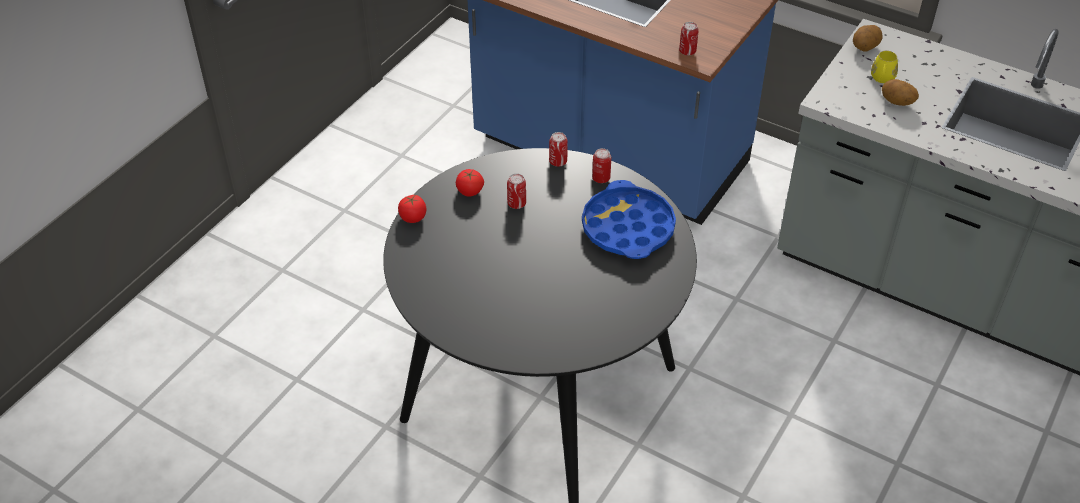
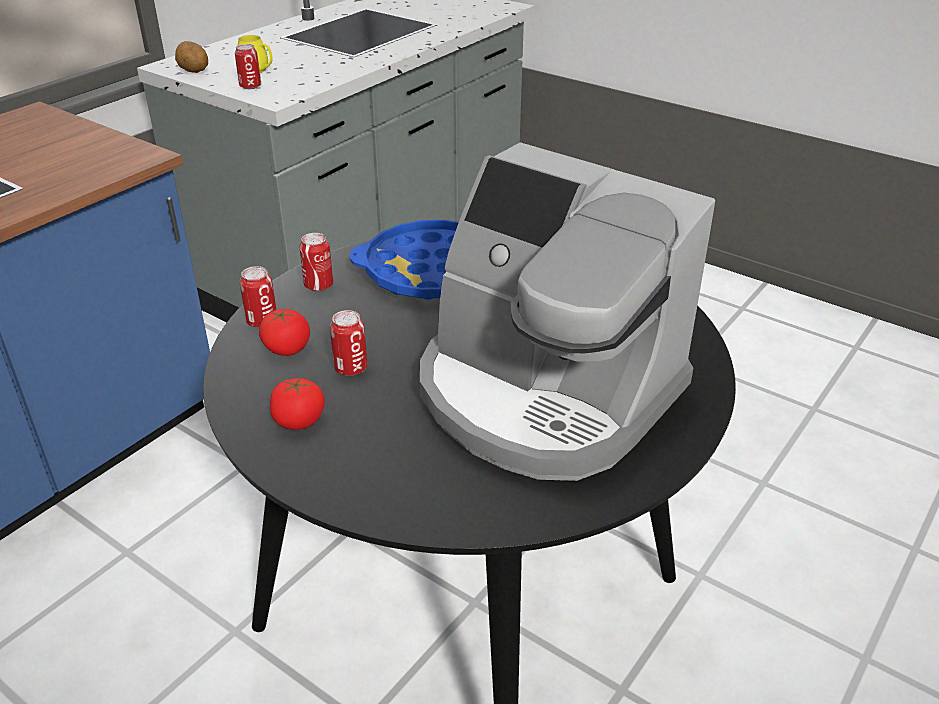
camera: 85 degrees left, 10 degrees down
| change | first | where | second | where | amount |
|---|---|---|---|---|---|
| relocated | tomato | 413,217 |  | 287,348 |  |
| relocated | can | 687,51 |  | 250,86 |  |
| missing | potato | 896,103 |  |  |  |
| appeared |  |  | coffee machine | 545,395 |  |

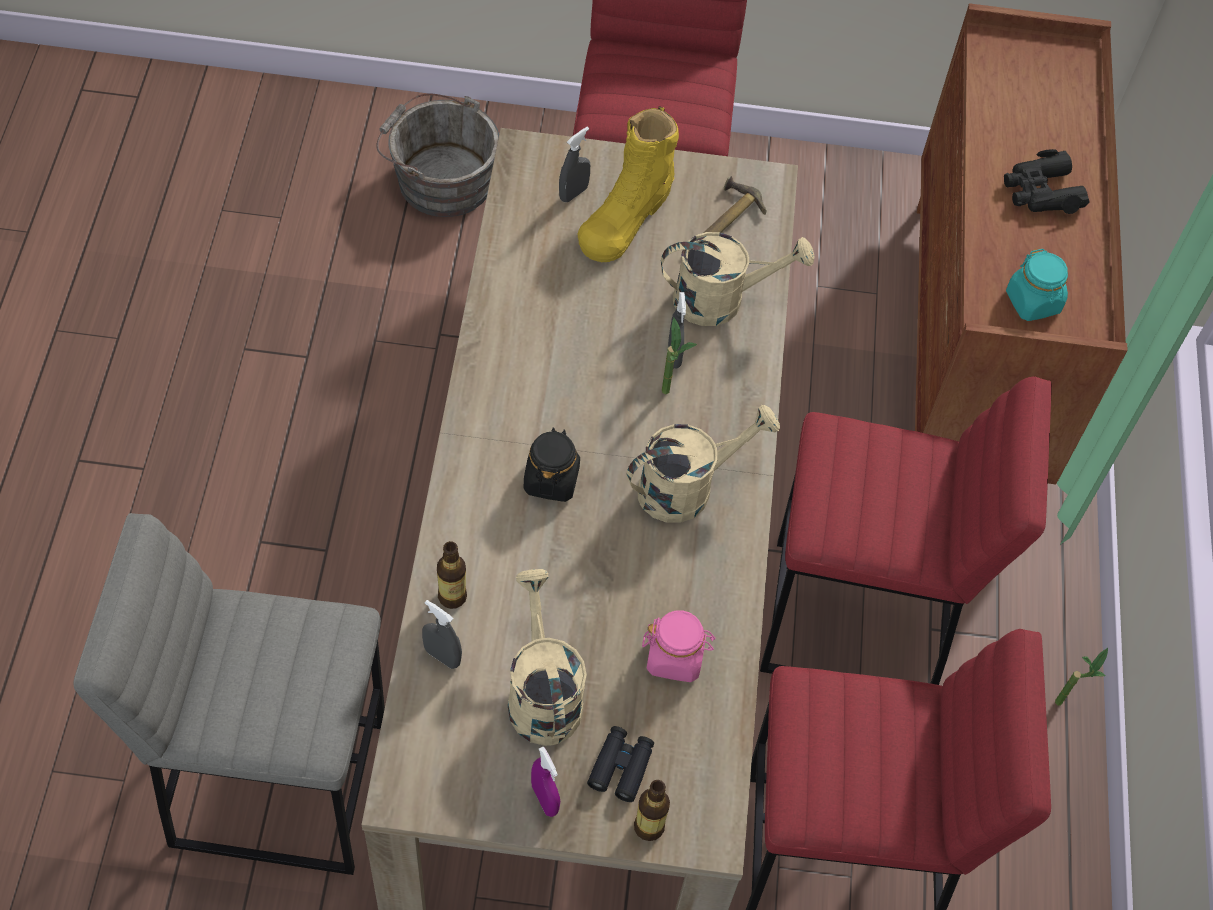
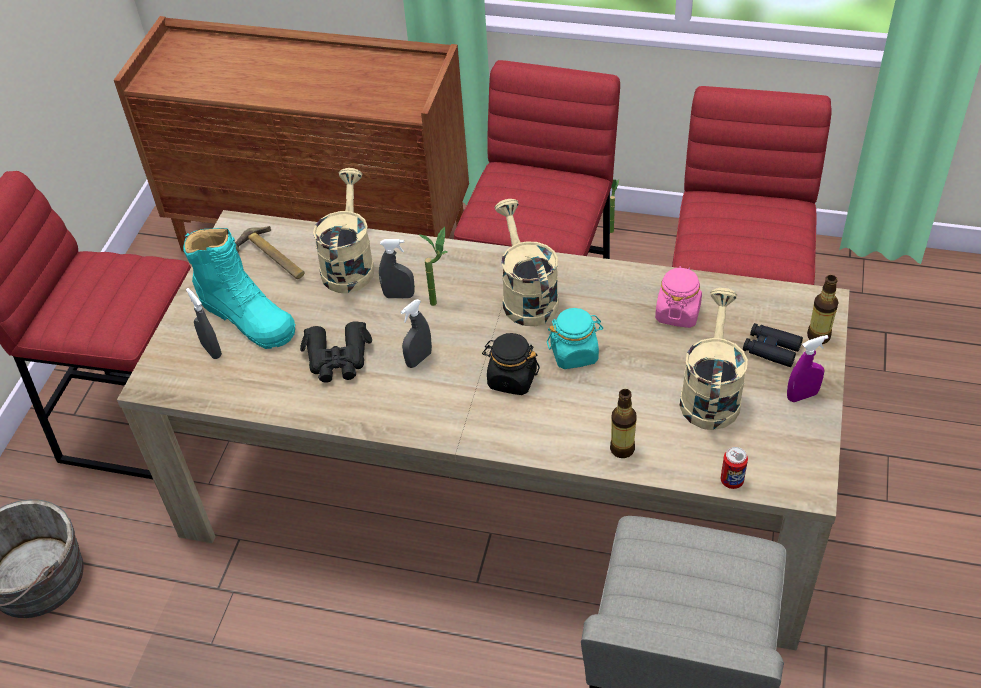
camera: 75 degrees left, 10 degrees down
| change | first | where | second | where | amount |
|---|---|---|---|---|---|
| relocated | grey spray bottle | 442,656 |  | 419,359 |  |
| spun | beige watering can | 542,692 |  | 710,393 | 105 degrees clockwise |
| colour | yellow boot | 626,216 | turquoise boot | 247,317 |  |
| relocated | black binoculars | 1041,192 |  | 338,359 |  |
| relocated | turquoise jar | 1033,302 |  | 574,353 |  |
| appeared |  |  | can | 732,481 |  |

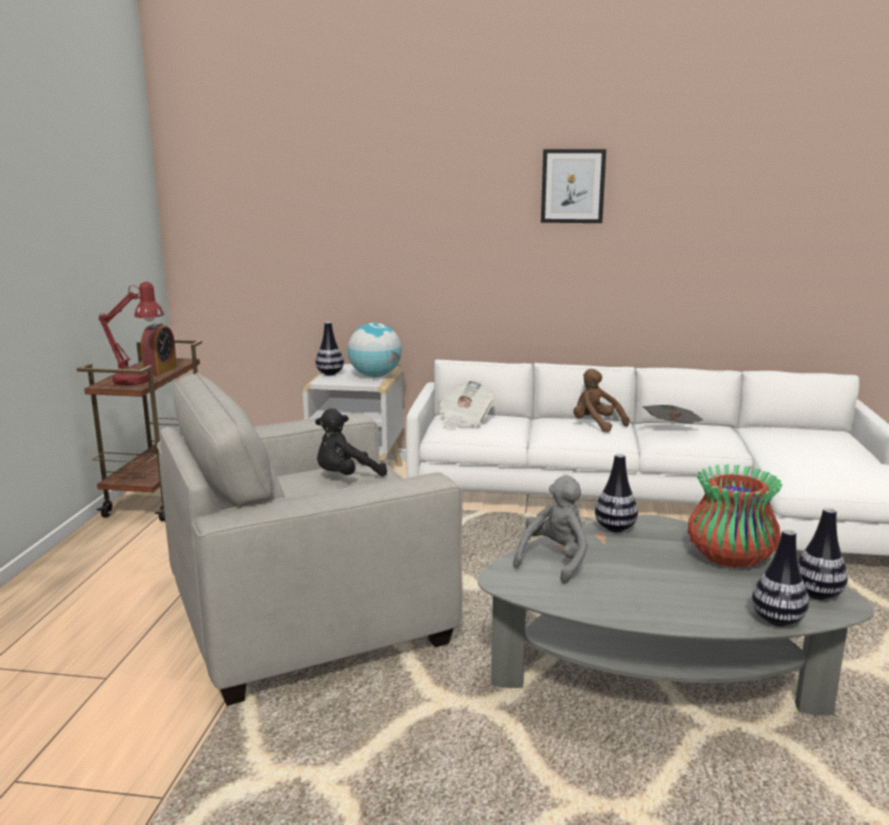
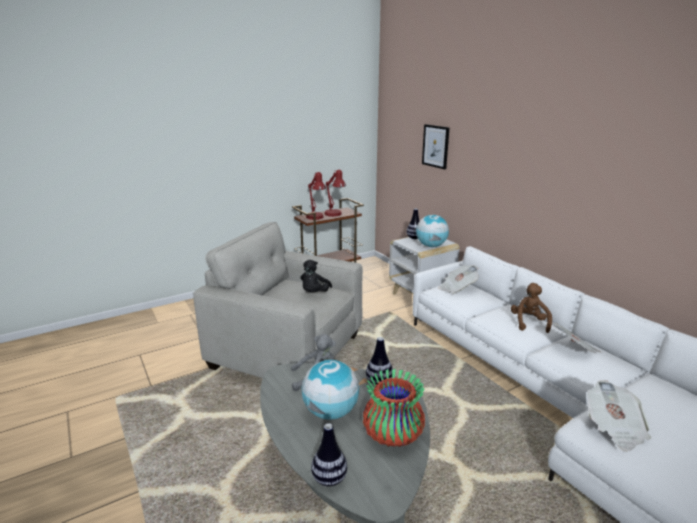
camera: 50 degrees right, 5 degrees up
| change | first | where | second | where | amount |
|---|---|---|---|---|---|
| exchanged | alarm clock | 160,370 | red table lamp | 335,215 |  |
| spun | black plush toy | 346,477 |  | 314,293 | 90 degrees counterclockwise |
| relocated | picture | 573,186 |  | 435,146 |  |
| missing | vase | 817,594 |  |  |  |
| appeared |  |  | globe | 330,412 |  |
| appeared |  |  | newspaper | 614,428 |  |

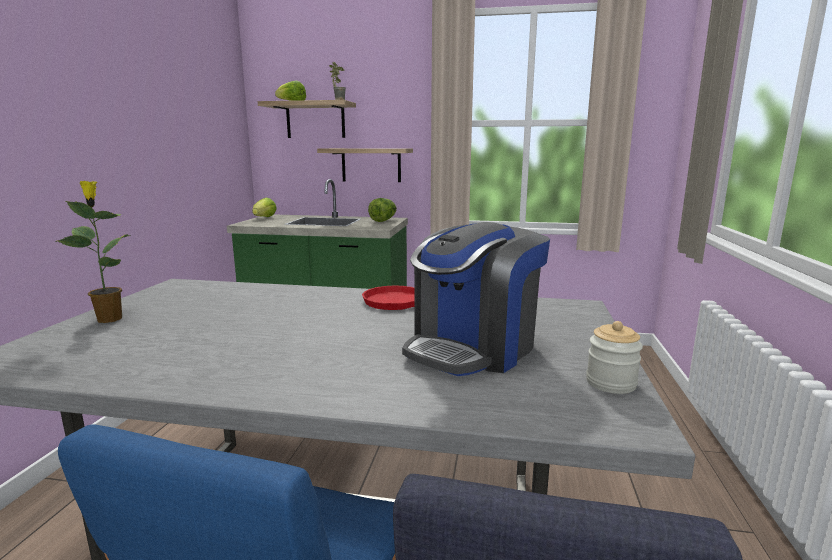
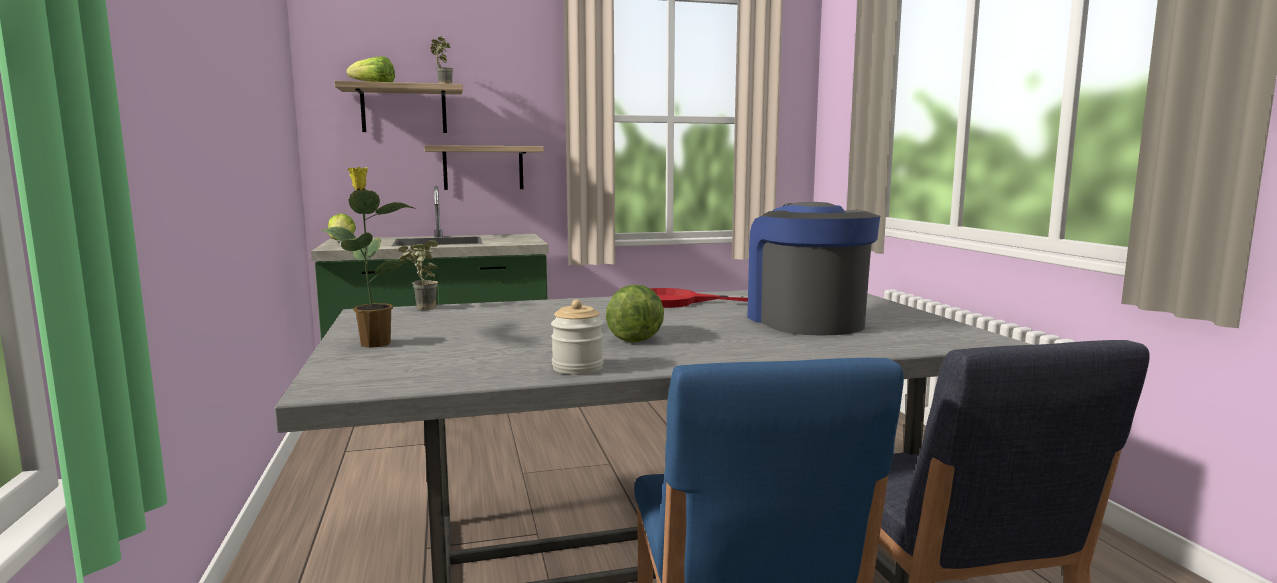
camera: 25 degrees left, 5 degrees down
| change | first | where | second | where | amount |
|---|---|---|---|---|---|
| relocated | lettuce | 383,220 |  | 635,337 |  |
| spun | coffee machine | 473,348 |  | 804,320 | 150 degrees clockwise |
| relocated | jar | 611,383 |  | 577,368 |  |
| appeared |  |  | potted plant | 421,309 |  |

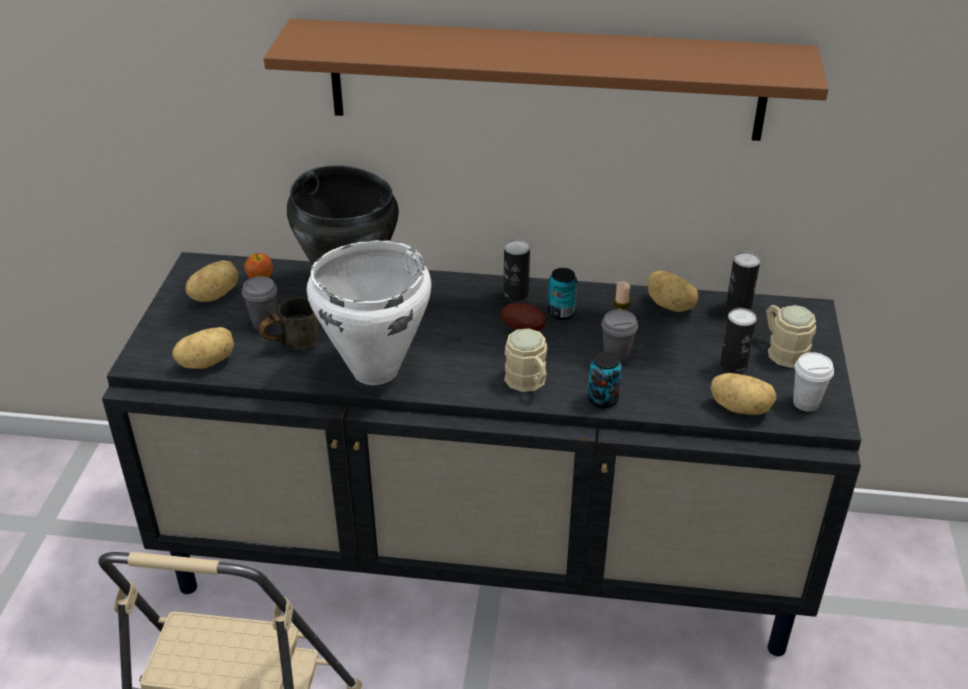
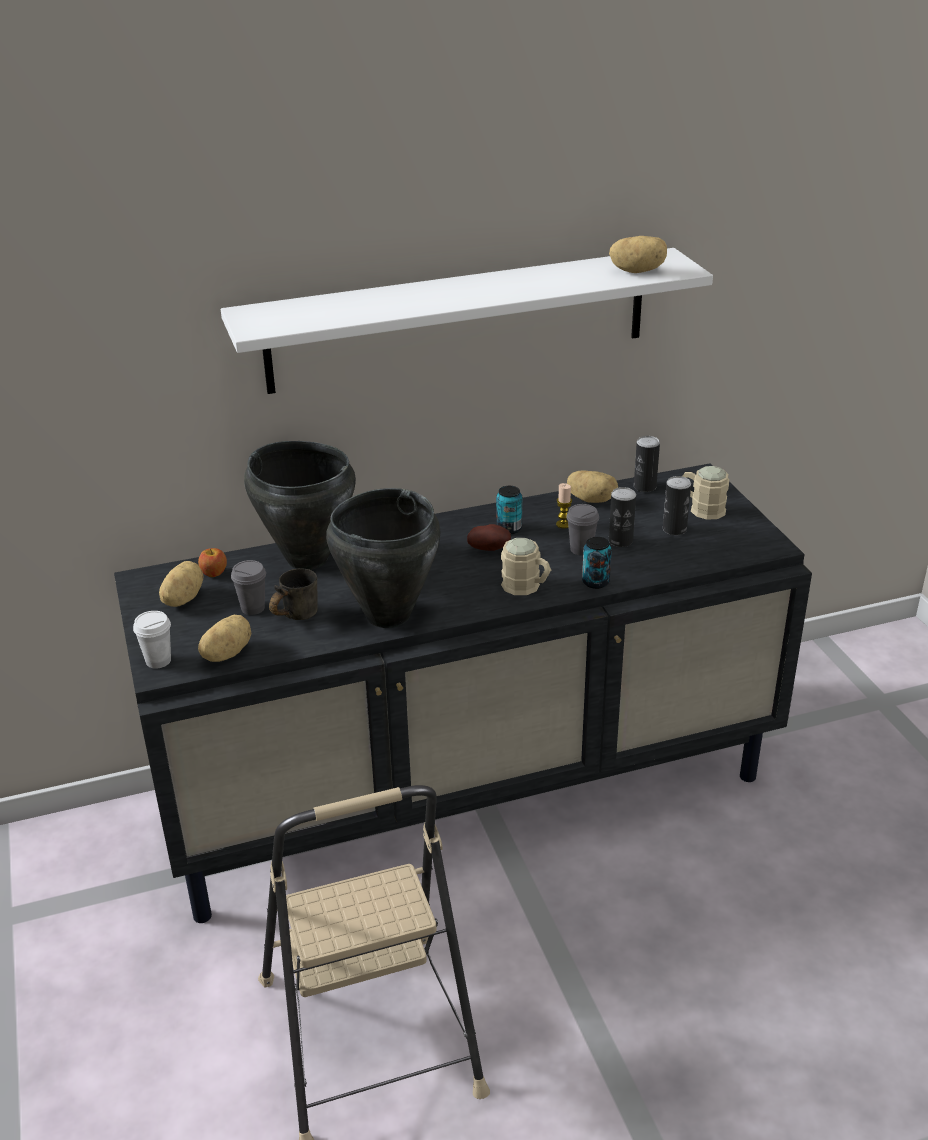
camera: 25 degrees left, 5 degrees down
| change | first | where | second | where | amount |
|---|---|---|---|---|---|
| colour | brown shelf | 545,80 | white shelf | 459,320 |  |
| colour | white cooking pot | 374,370 | black cooking pot | 387,615 |  |
| relocated | can | 516,294 |  | 620,541 |  |
| relocated | potato | 740,408 |  | 637,271 |  |
| relocated | white cup | 806,403 |  | 158,661 |  |

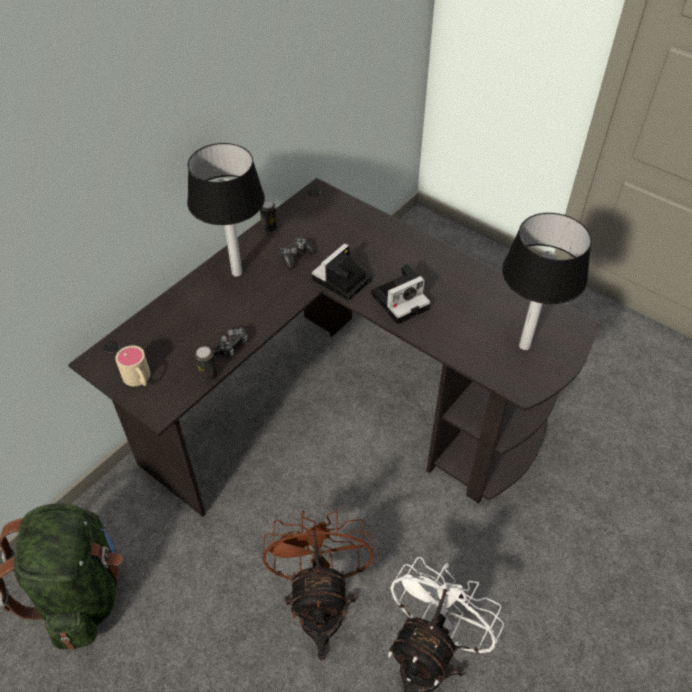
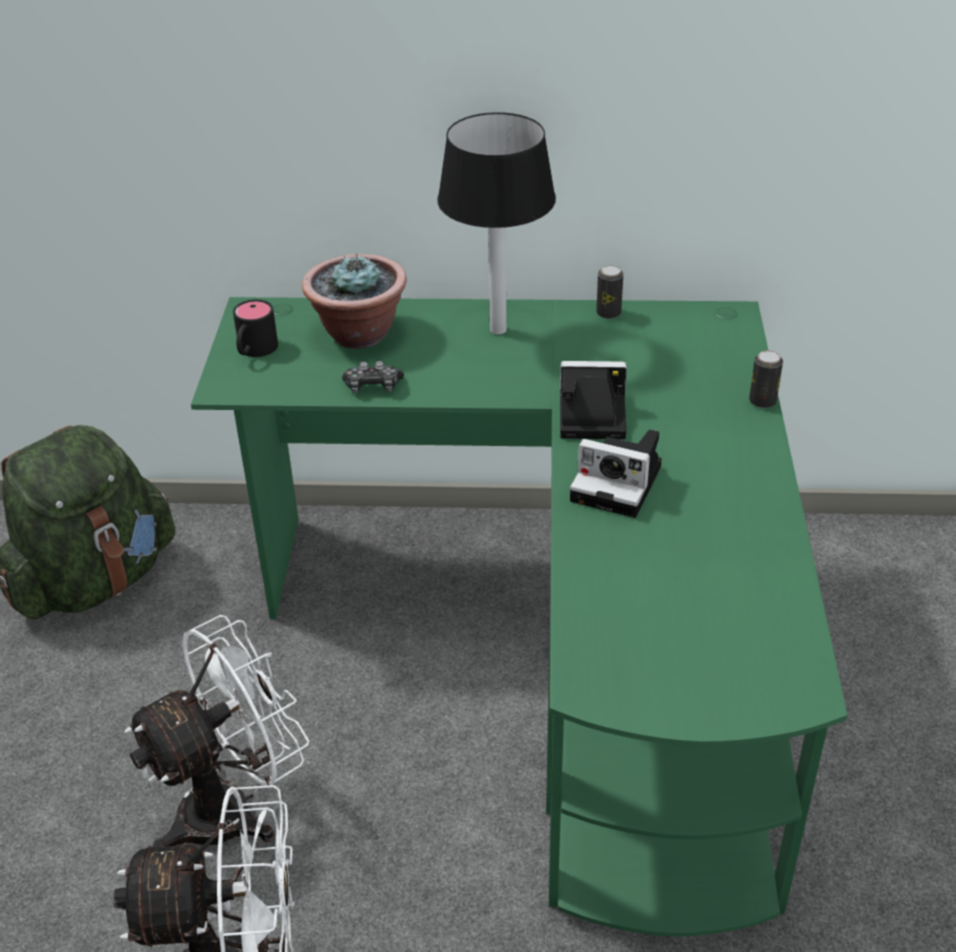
camera: 55 degrees right, 10 degrees down
| change | first | where | second | where | amount |
|---|---|---|---|---|---|
| colour | black desk | 340,408 | green desk | 557,652 |  |
| colour | beige mug | 139,379 | black mug | 254,351 |  |
| relocated | can | 208,375 |  | 762,401 |  |
| colour | brown fan | 320,605 | white fan | 233,807 |  |
| missing | game controller | 296,256 |  |  |  |
| missing | table lamp | 524,345 |  |  |  |
| appeared |  |  | potted plant | 358,333 |  |

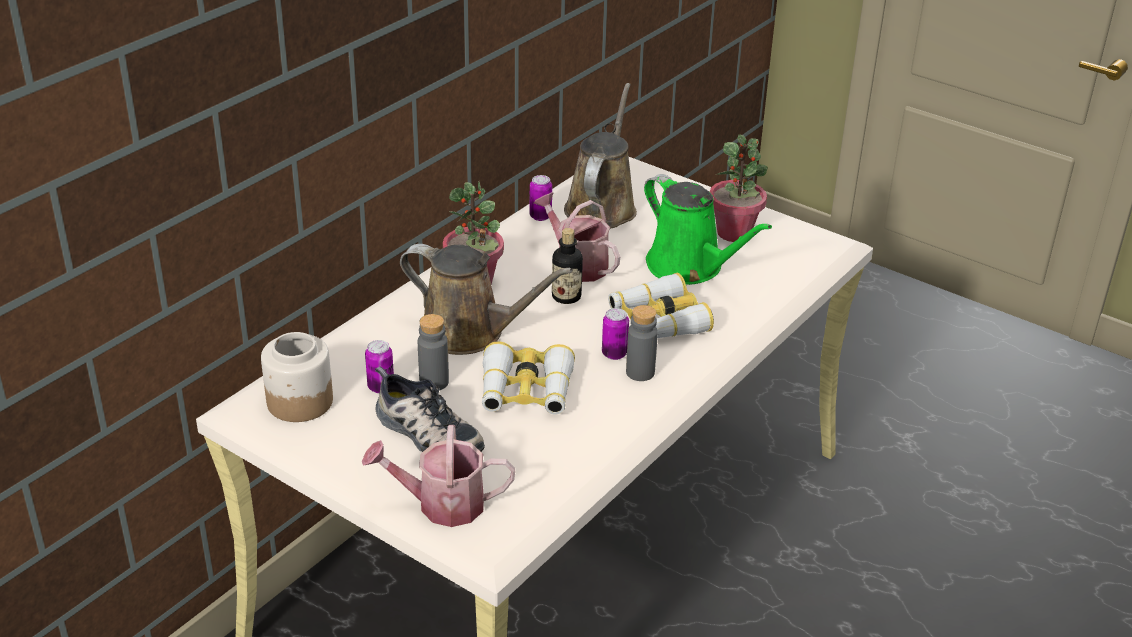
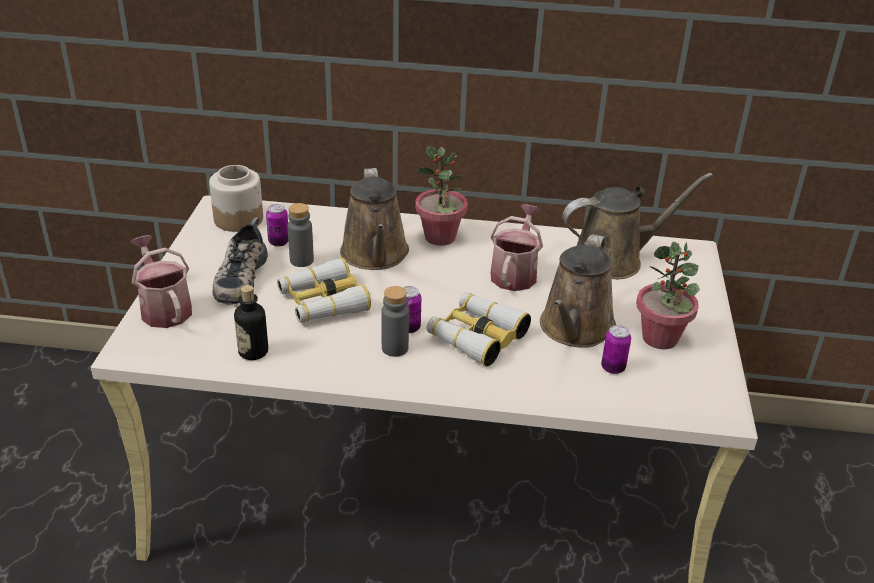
camera: 60 degrees right, 0 degrees up
| change | first | where | second | where | amount |
|---|---|---|---|---|---|
| relocated | can | 540,216 |  | 613,368 |  |
| relocated | bottle | 566,296 |  | 253,352 |  |
| colour | green watering can | 689,267 | brown watering can | 575,329 |  |

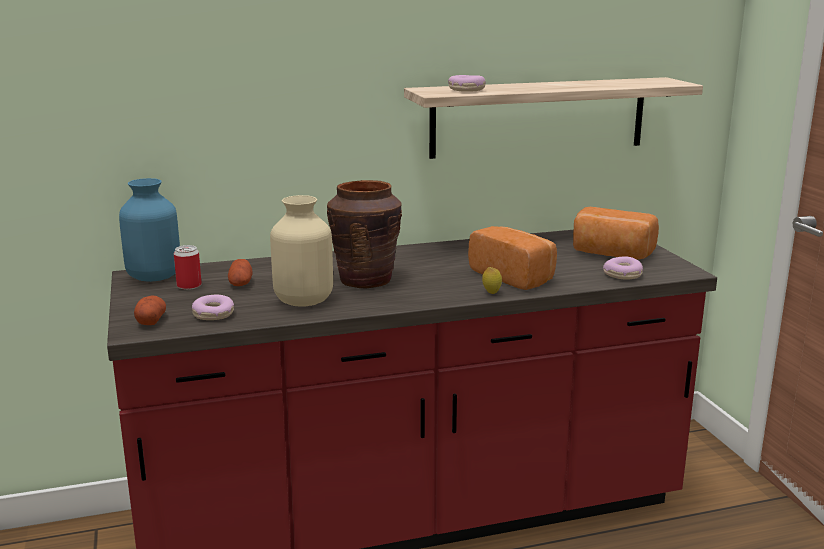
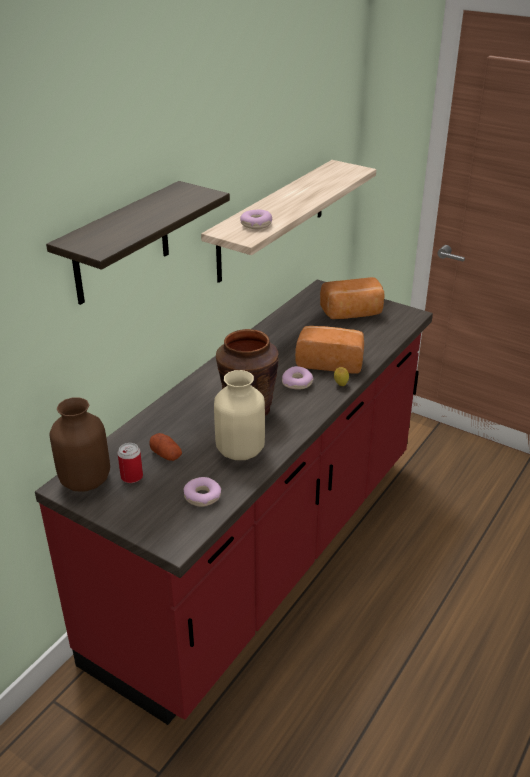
camera: 40 degrees left, 15 degrees up
| change | first | where | second | where | amount |
|---|---|---|---|---|---|
| colour | blue vase | 153,276 | brown vase | 84,481 |  |
| missing | potato | 151,321 |  |  |  |
| relocated | donut | 623,275 |  | 297,383 |  |
| appeared |  |  | shelf | 121,244 |  |

